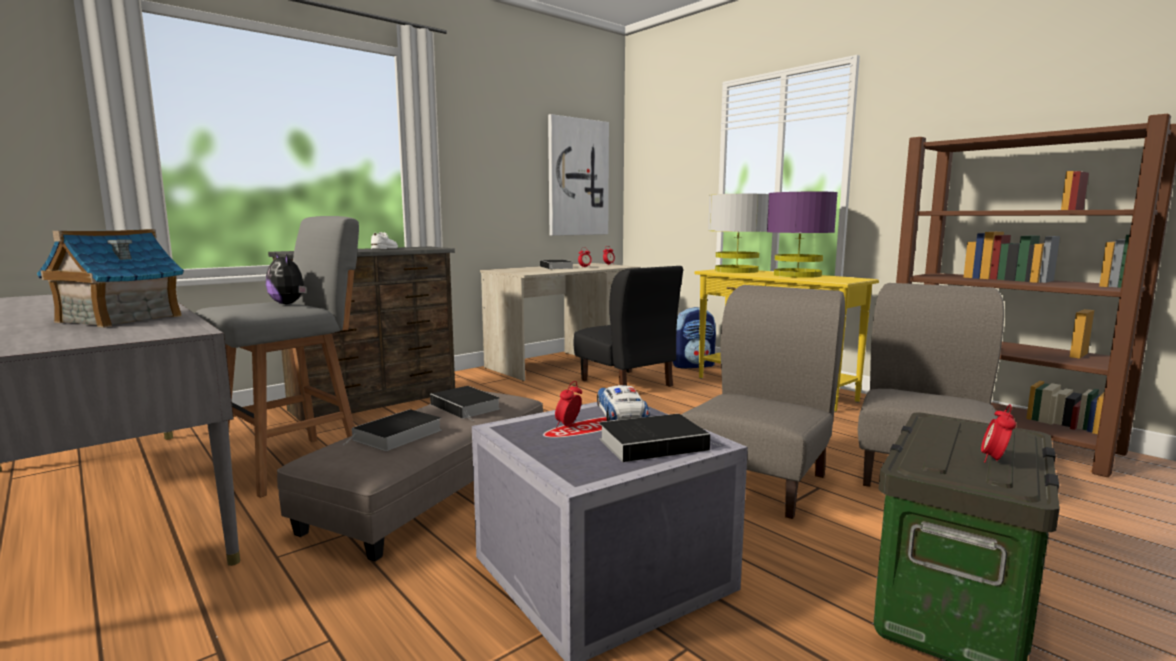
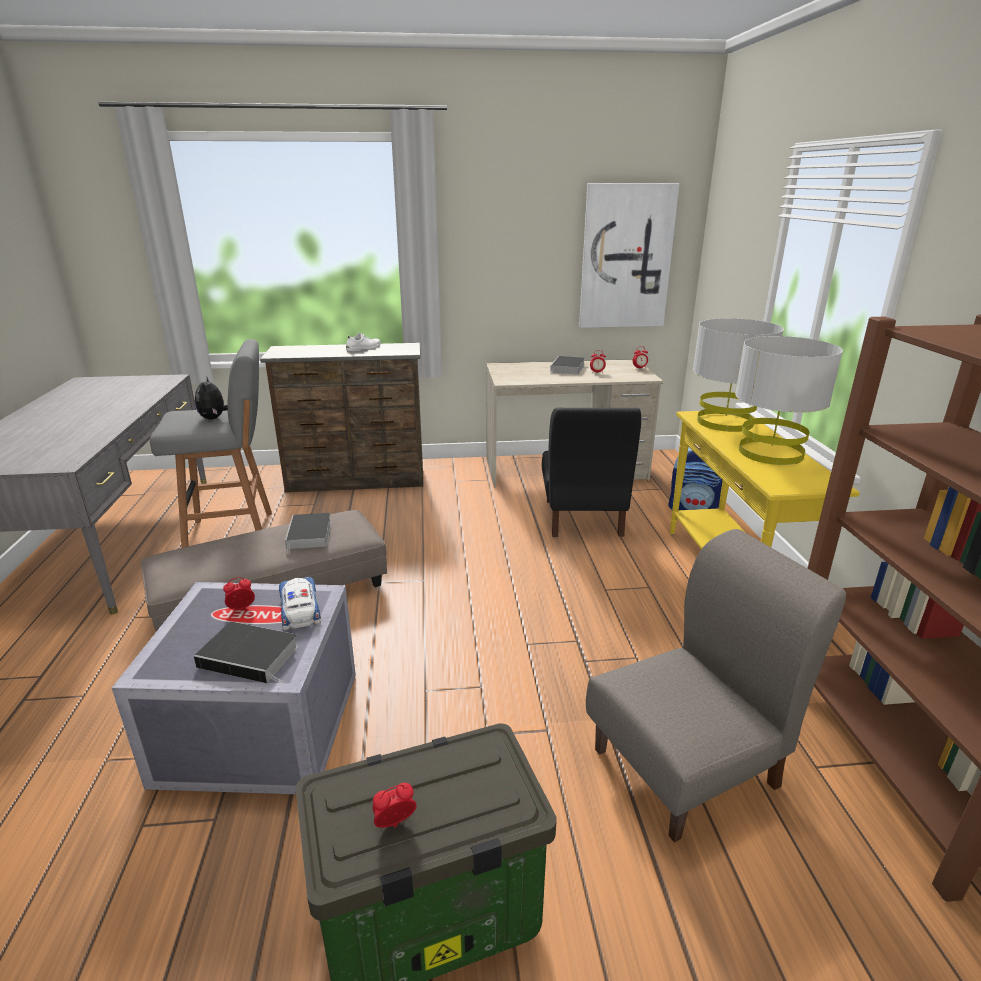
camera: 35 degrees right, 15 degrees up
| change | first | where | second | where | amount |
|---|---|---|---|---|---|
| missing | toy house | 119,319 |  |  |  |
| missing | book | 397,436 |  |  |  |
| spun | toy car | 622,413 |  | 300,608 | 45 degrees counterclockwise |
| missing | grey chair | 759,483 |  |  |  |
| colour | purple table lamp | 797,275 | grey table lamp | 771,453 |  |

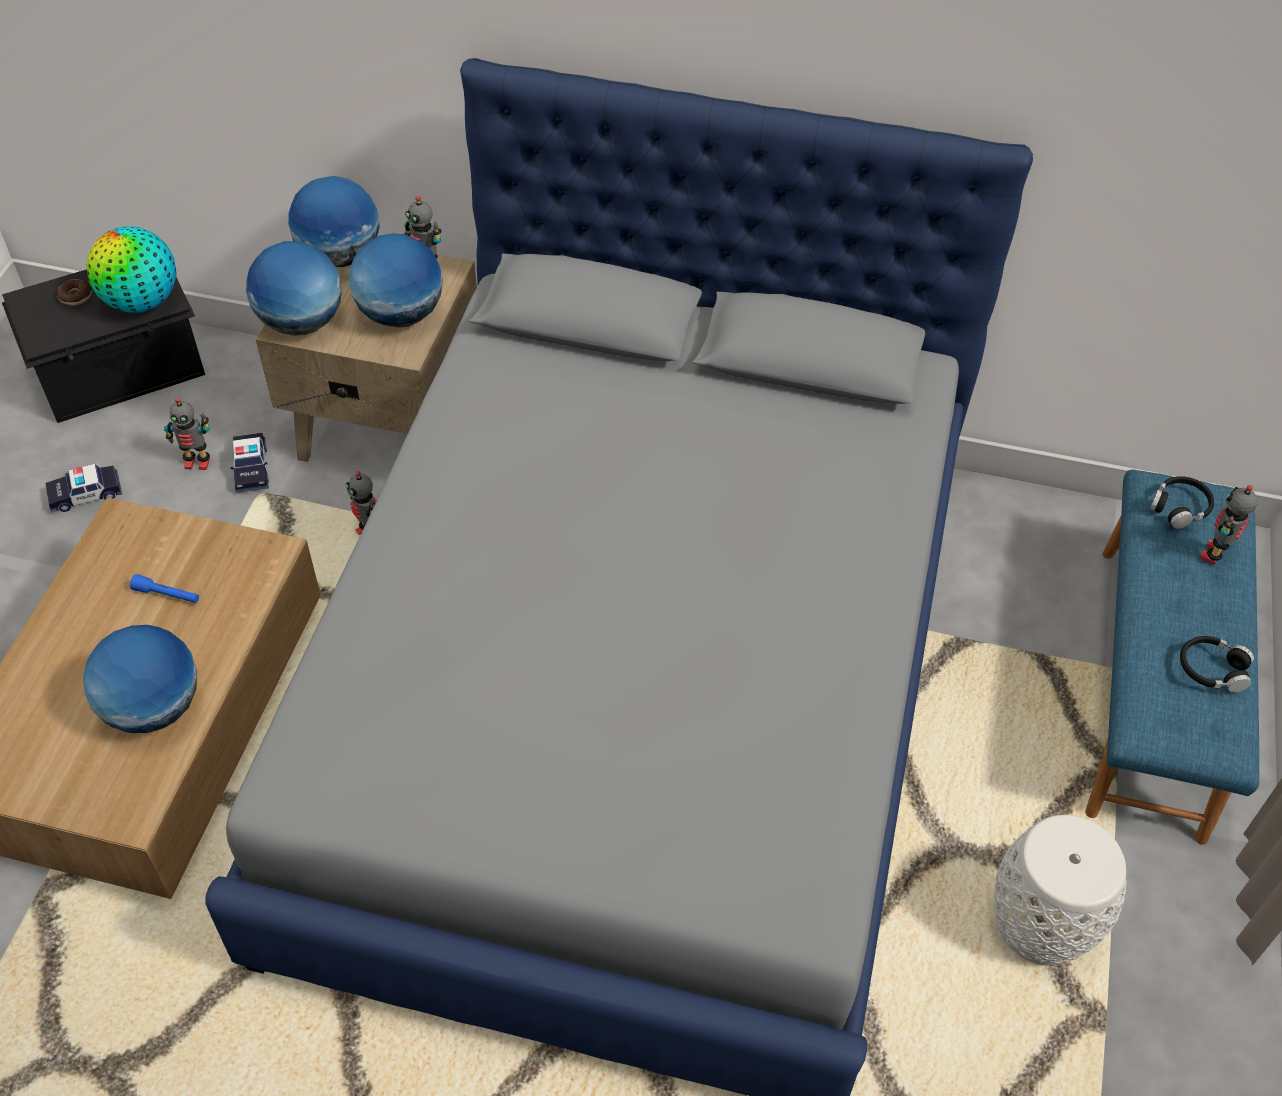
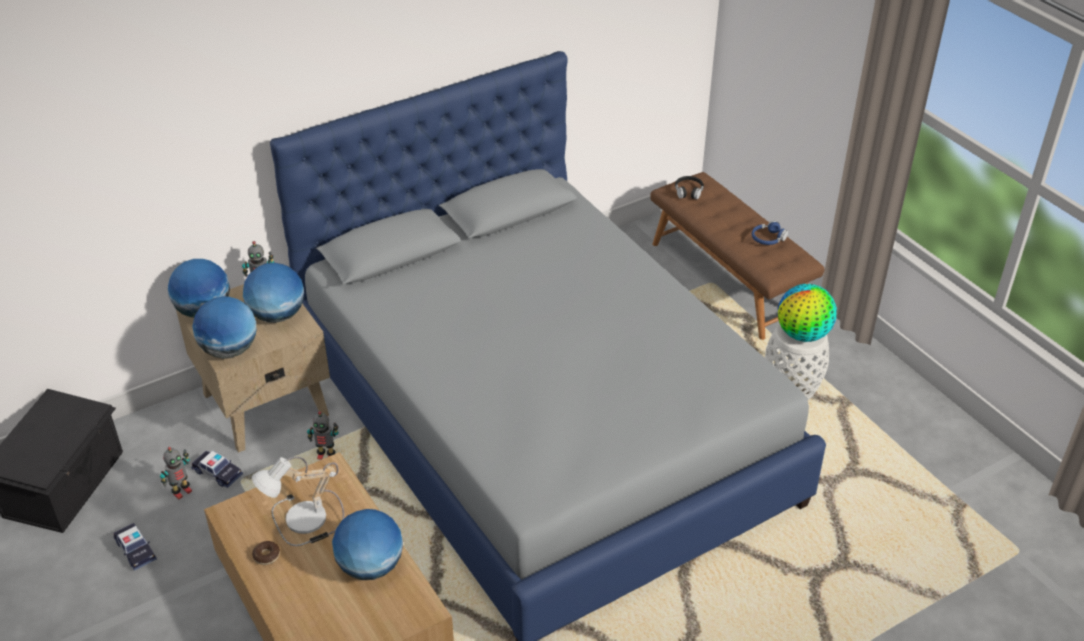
camera: 45 degrees left, 10 degrees down
| change | first | where | second | where | amount |
|---|---|---|---|---|---|
| spun | toy car | 85,494 |  | 135,550 | 60 degrees counterclockwise |
| relocated | donut | 76,296 |  | 266,556 |  |
| relocated | globe | 142,302 |  | 803,334 |  |
| exchanged | blue flashlight | 167,595 | table lamp | 304,522 |  |
| colour | blue bench | 1153,687 | brown bench | 729,280 |  |
| colour | black headphones | 1212,669 | blue headphones | 768,238 |  |
| missing | toy robot | 1214,554 |  |  |  |

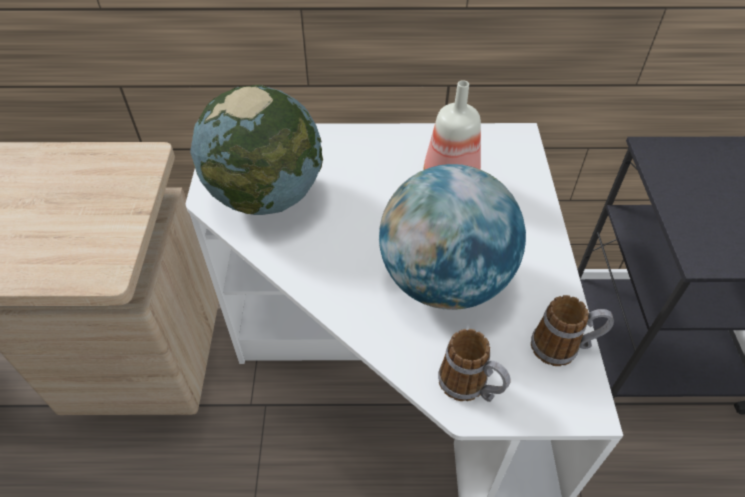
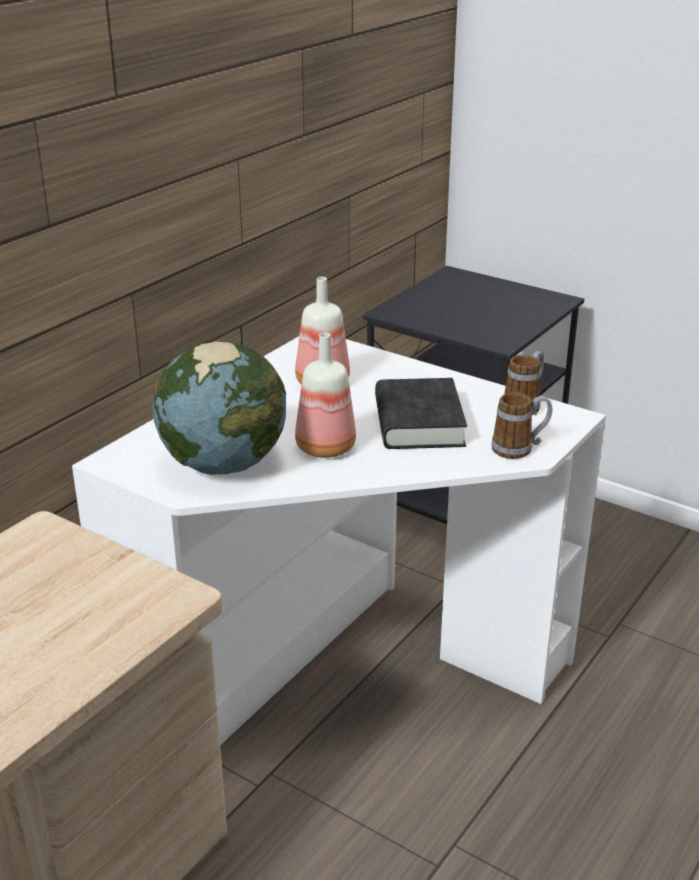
camera: 55 degrees left, 20 degrees down
| change | first | where | second | where | amount |
|---|---|---|---|---|---|
| exchanged | globe | 444,280 | black book | 418,423 |  |
| appeared |  |  | bottle | 324,448 |  |

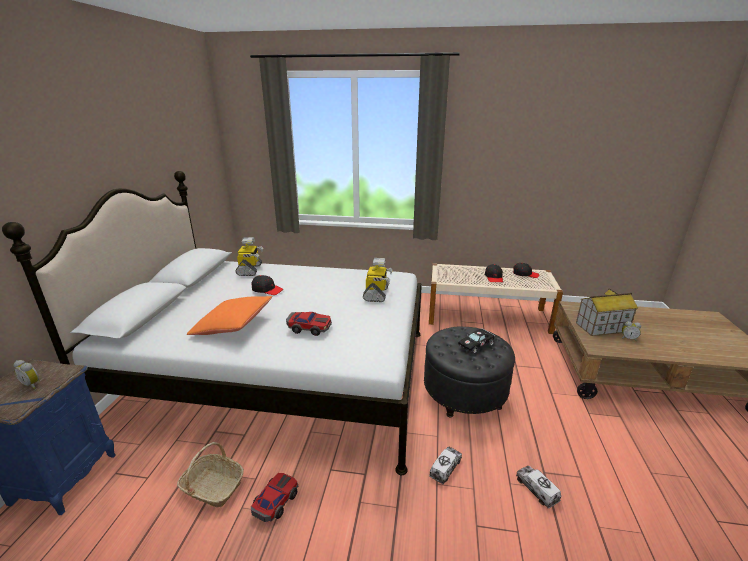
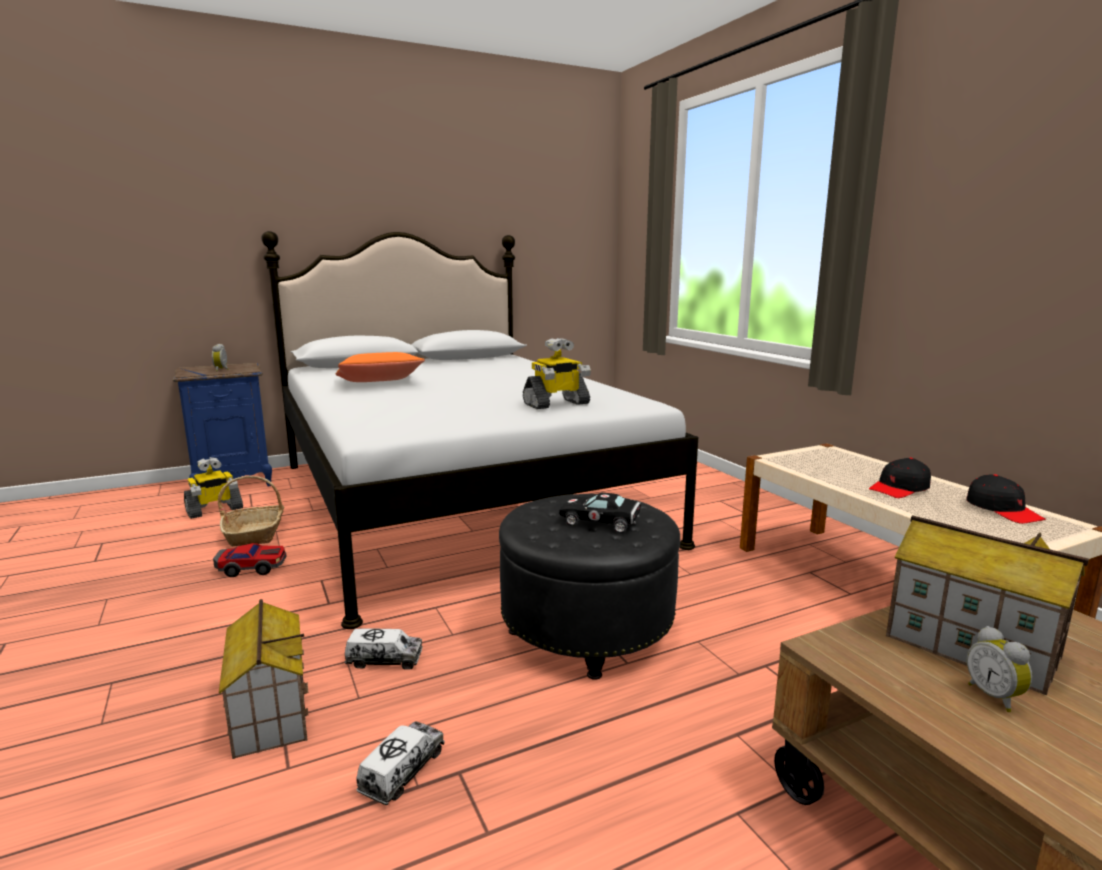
camera: 55 degrees right, 10 degrees down
| change | first | where | second | where | amount |
|---|---|---|---|---|---|
| relocated | toy robot | 250,270 |  | 214,510 |  |
| missing | black cap | 267,289 |  |  |  |
| missing | toy car | 309,328 |  |  |  |
| appeared |  |  | toy house | 270,712 |  |

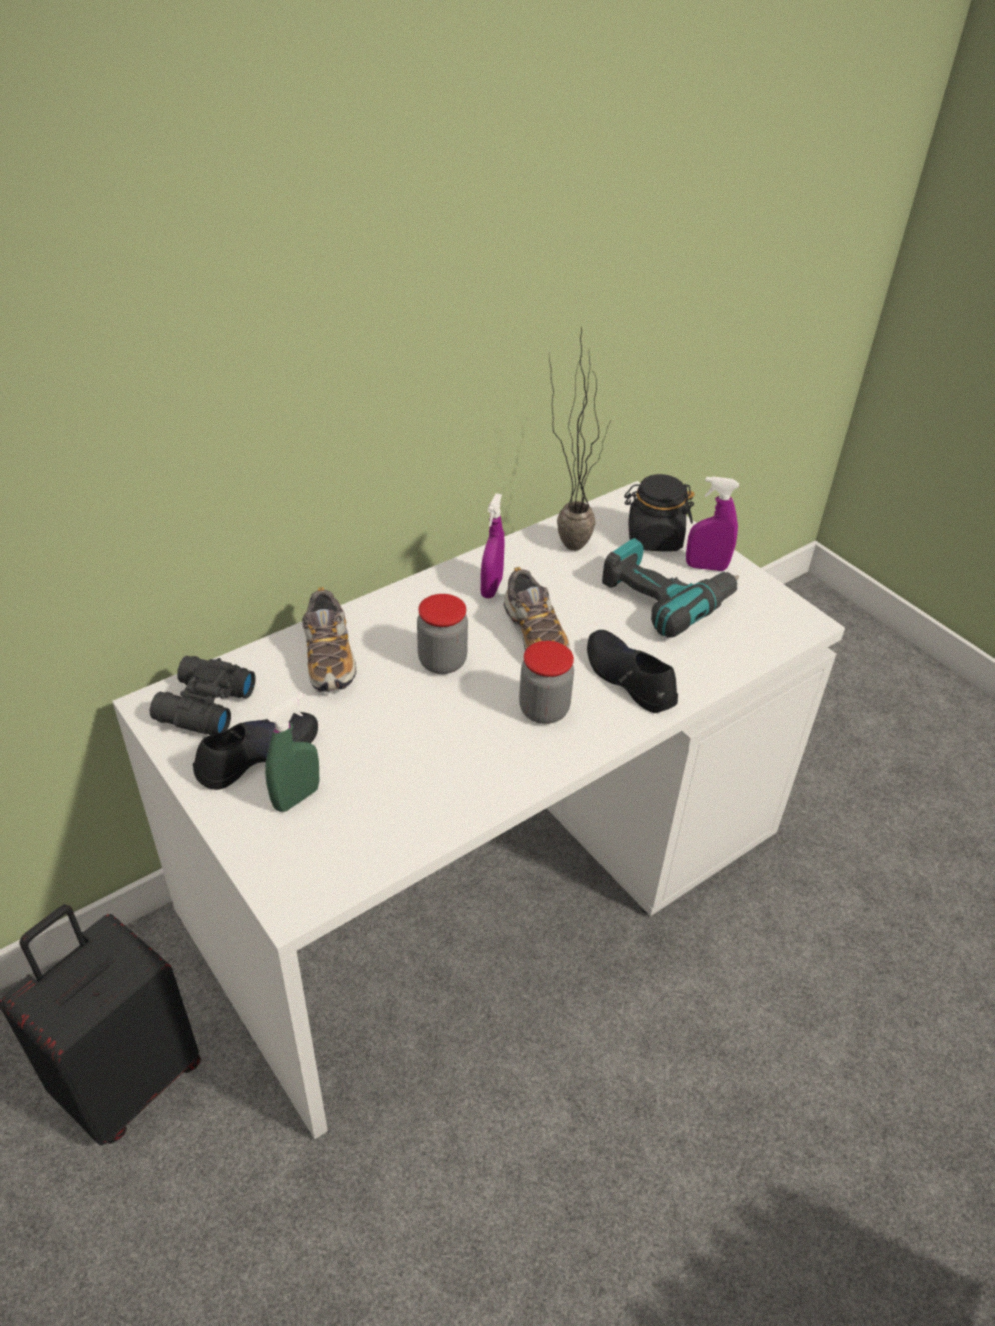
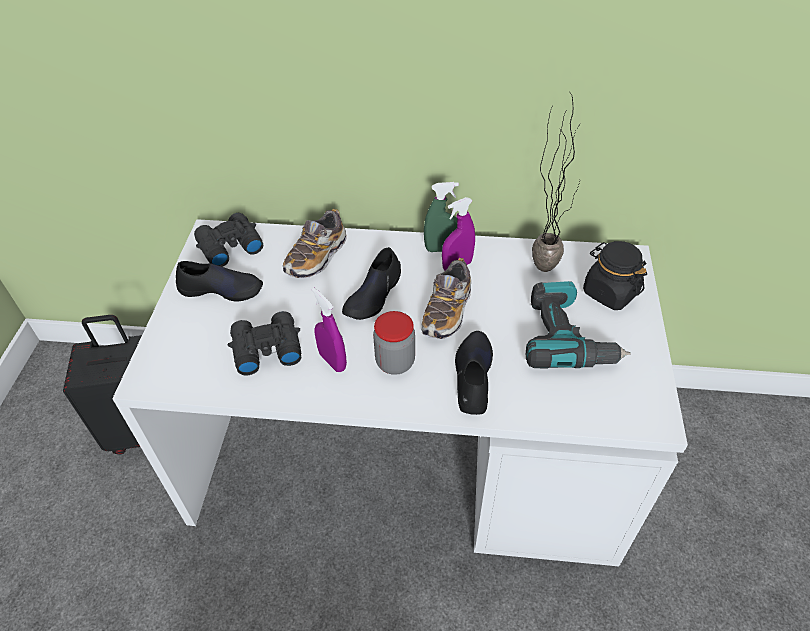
camera: 45 degrees right, 5 degrees up
| change | first | where | second | where | amount |
|---|---|---|---|---|---|
| relocated | green spray bottle | 296,797 |  | 441,249 |  |
| exchanged | jar | 442,661 | black shoe | 373,295 |  |
| relocated | purple spray bottle | 706,567 |  | 332,361 |  |
| appeared |  |  | black binoculars | 265,349 |  |

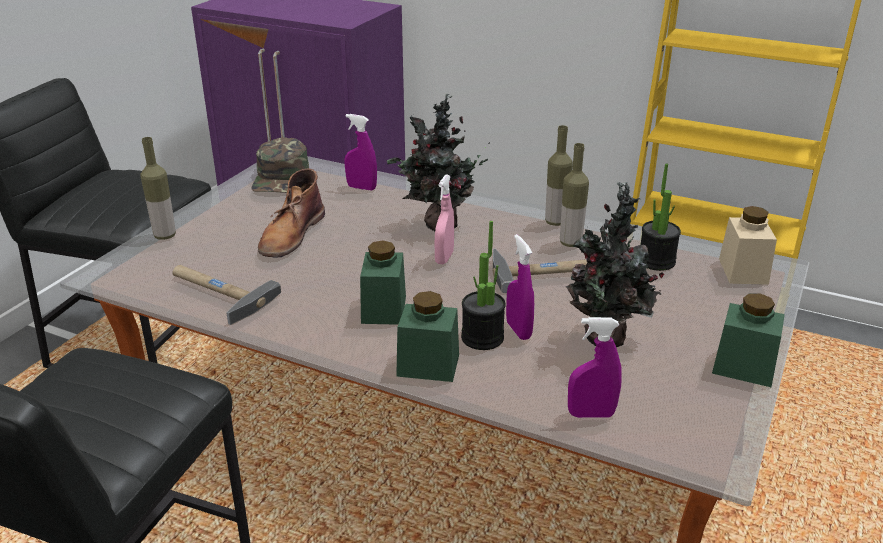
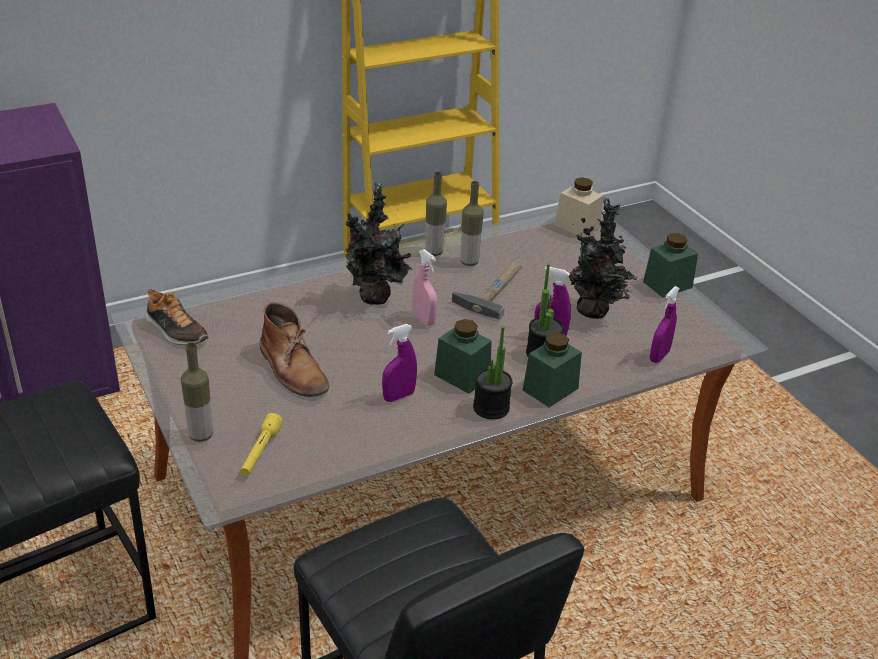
camera: 55 degrees left, 5 degrees up
| change | first | where | second | where | amount |
|---|---|---|---|---|---|
| missing | hammer | 216,293 |  |  |  |
| exchanged | green cap | 281,177 | shoe | 175,331 |  |
| relocated | purple spray bottle | 361,188 |  | 398,396 |  |
| relocated | potted plant | 656,261 |  | 491,408 |  |
| appeared |  |  | yellow flashlight | 260,452 |  |

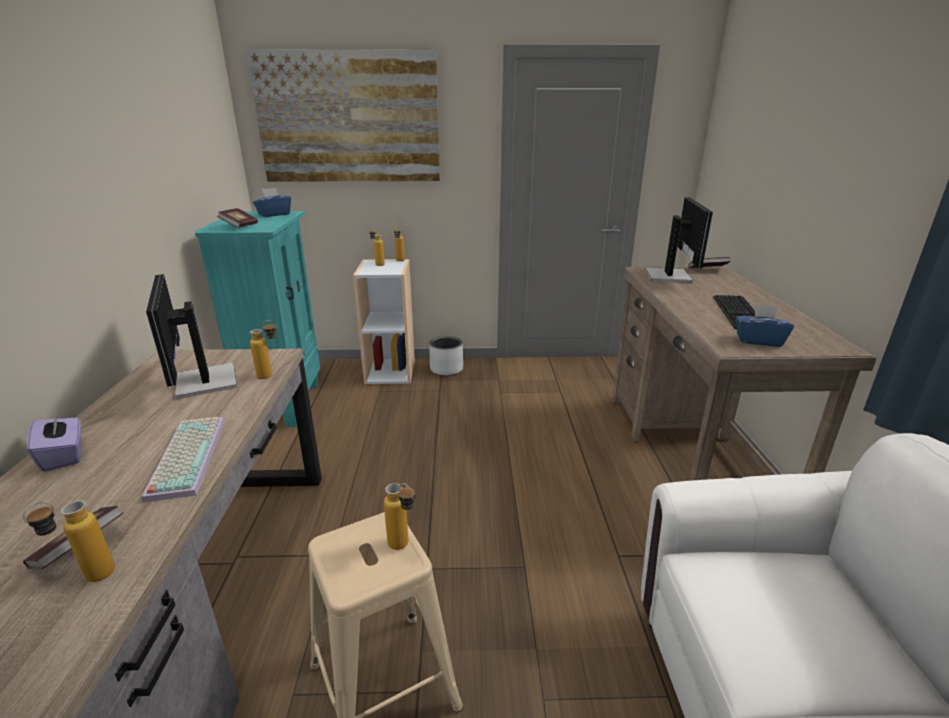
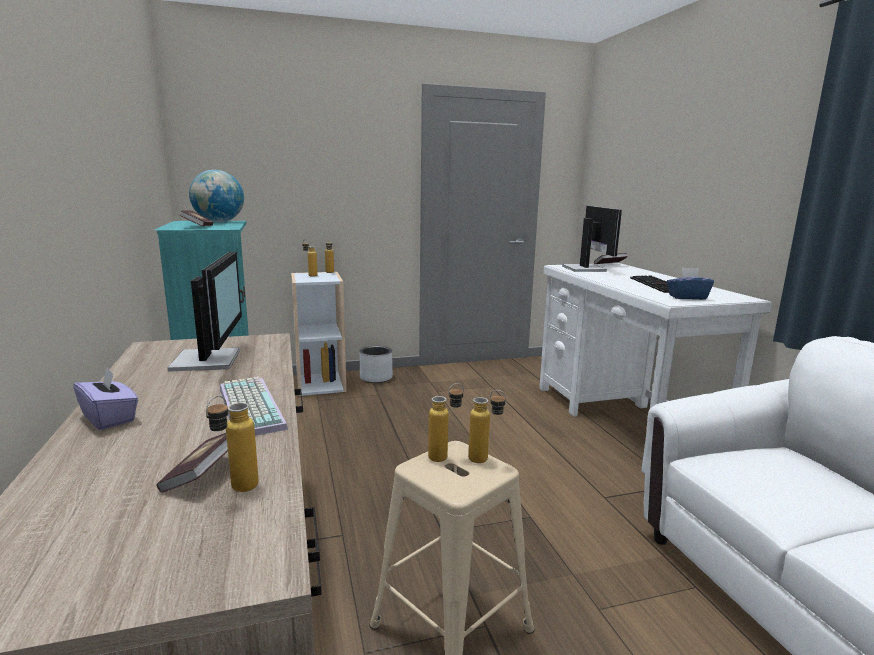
camera: 15 degrees left, 10 degrees down
| change | first | where | second | where | amount |
|---|---|---|---|---|---|
| spun | monitor | 202,382 |  | 209,360 | 150 degrees counterclockwise |
| missing | picture | 349,118 |  |  |  |
| relocated | bottle | 271,376 |  | 445,456 |  |
| exchanged | blue tissue box | 274,214 | globe | 219,222 |  |
| colour | brown desk | 691,454 | white desk | 623,420 |  |

